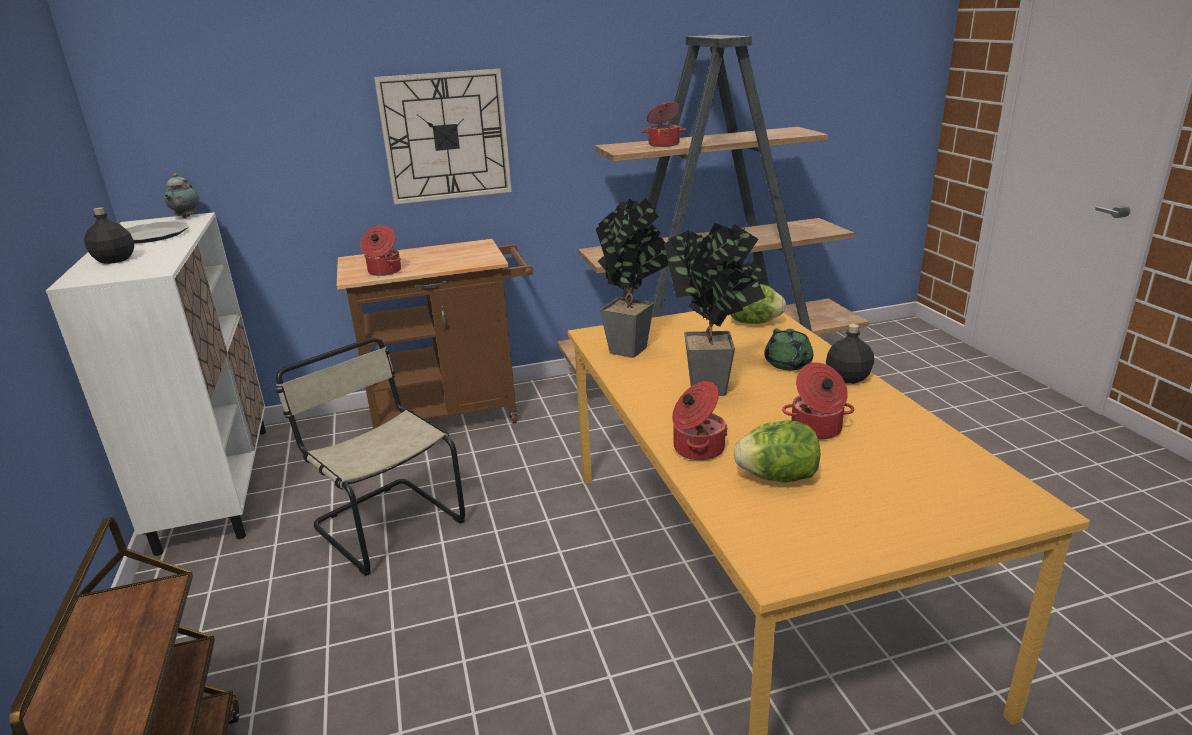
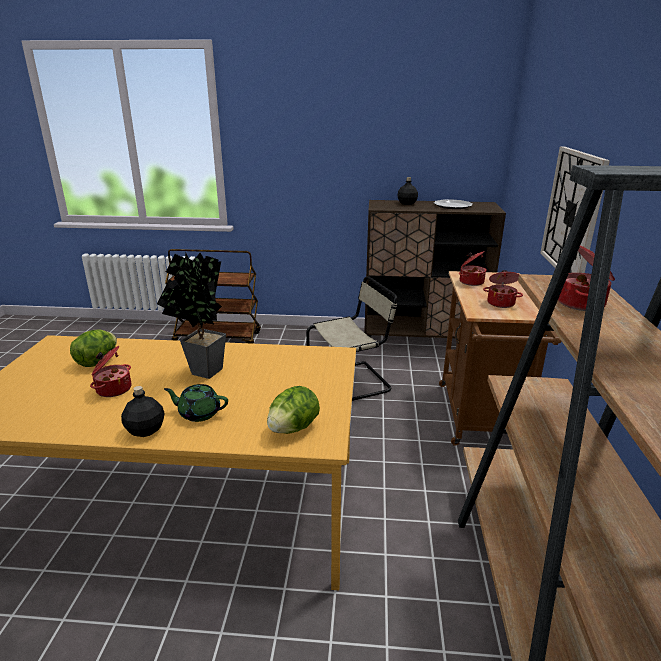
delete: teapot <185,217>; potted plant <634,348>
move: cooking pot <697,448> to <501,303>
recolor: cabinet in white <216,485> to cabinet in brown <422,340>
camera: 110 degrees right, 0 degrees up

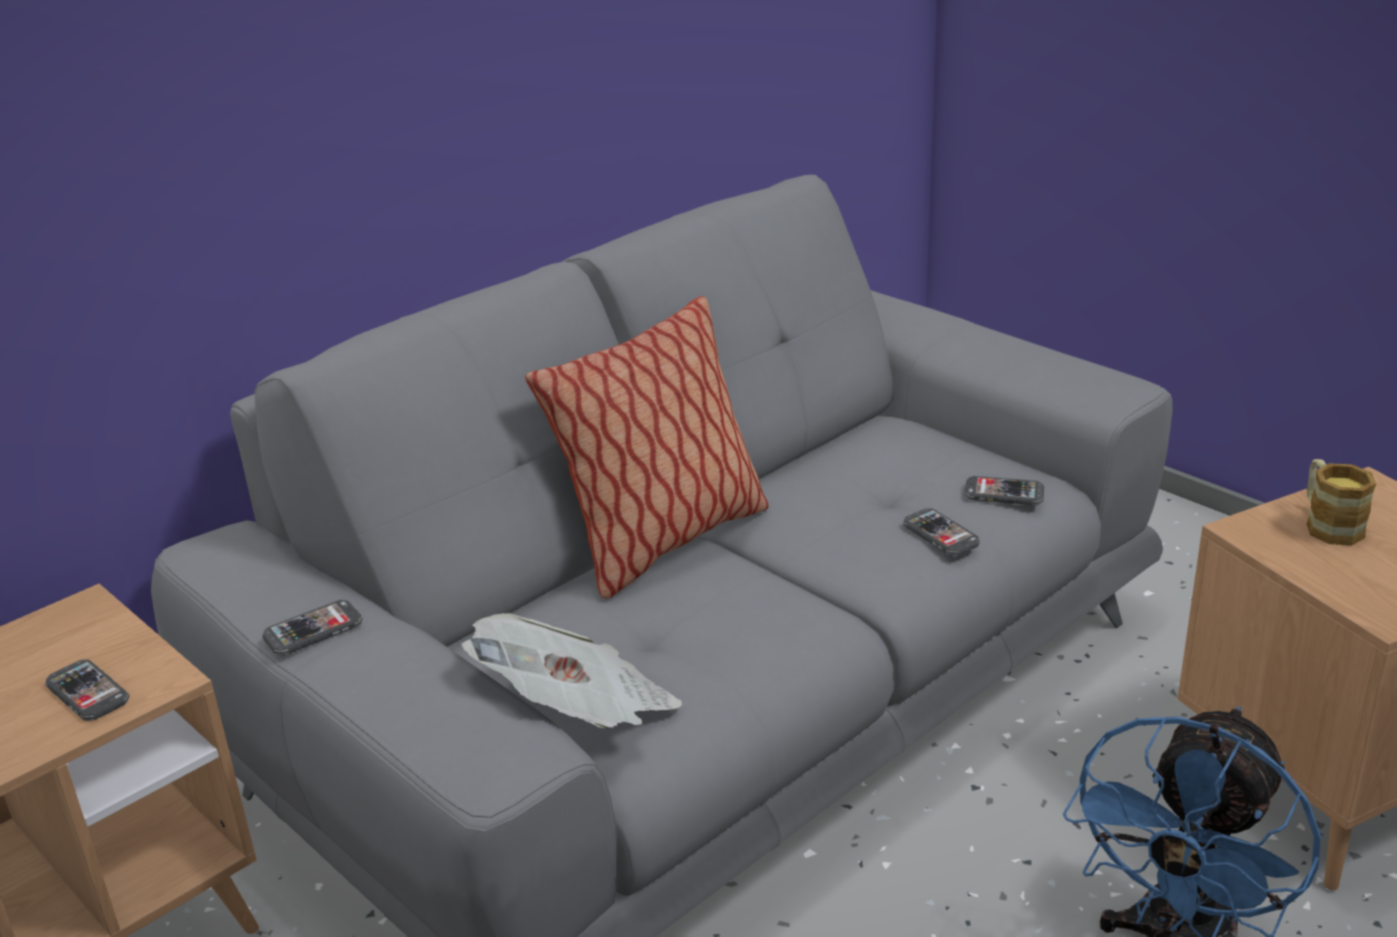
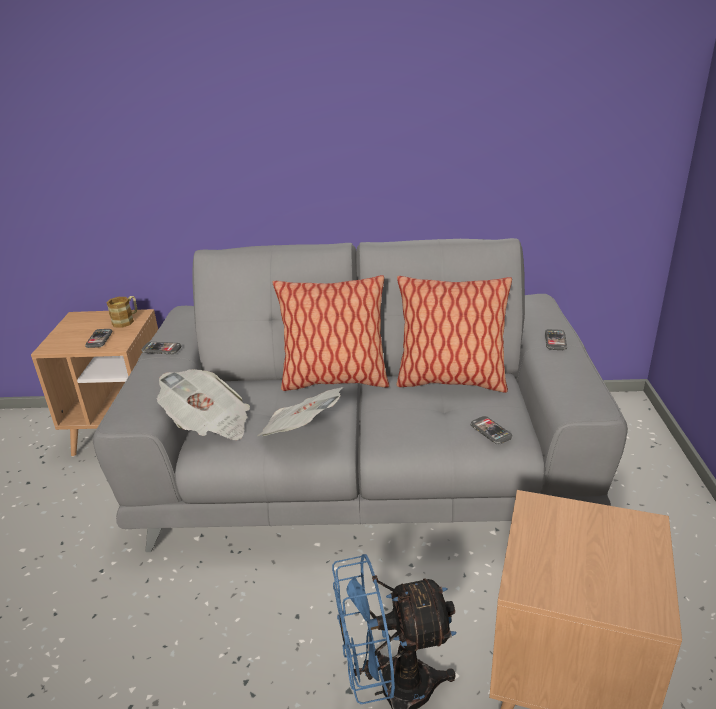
insert: pillow <450,381>; newspaper <301,431>
move: mug <1328,524> to <126,320>; phone <940,534> to <555,341>
camera: 45 degrees right, 0 degrees up

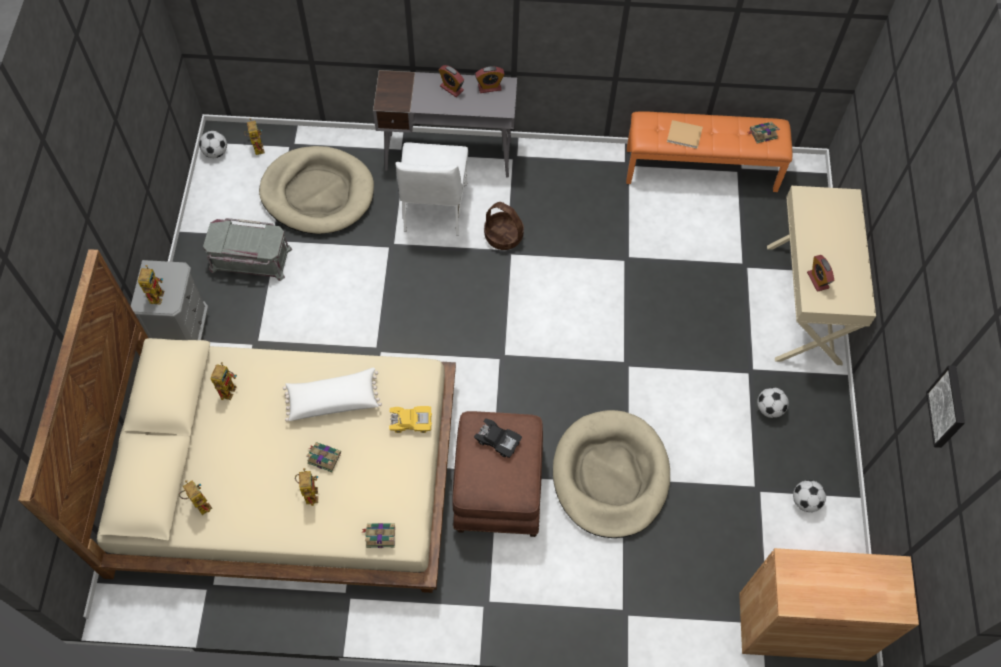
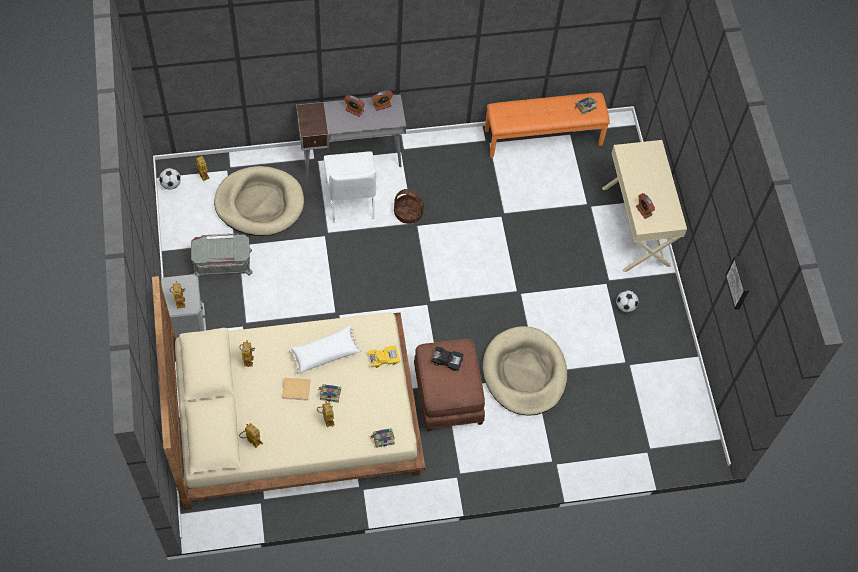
delete: football <805,501>; cabinet in brown <801,626>
move: book in beige <685,135> to <297,389>
camera: 15 degrees left, 0 degrees up

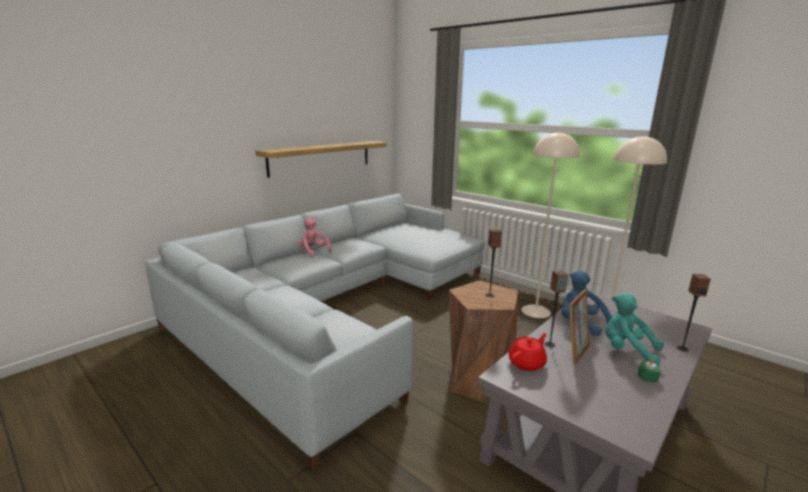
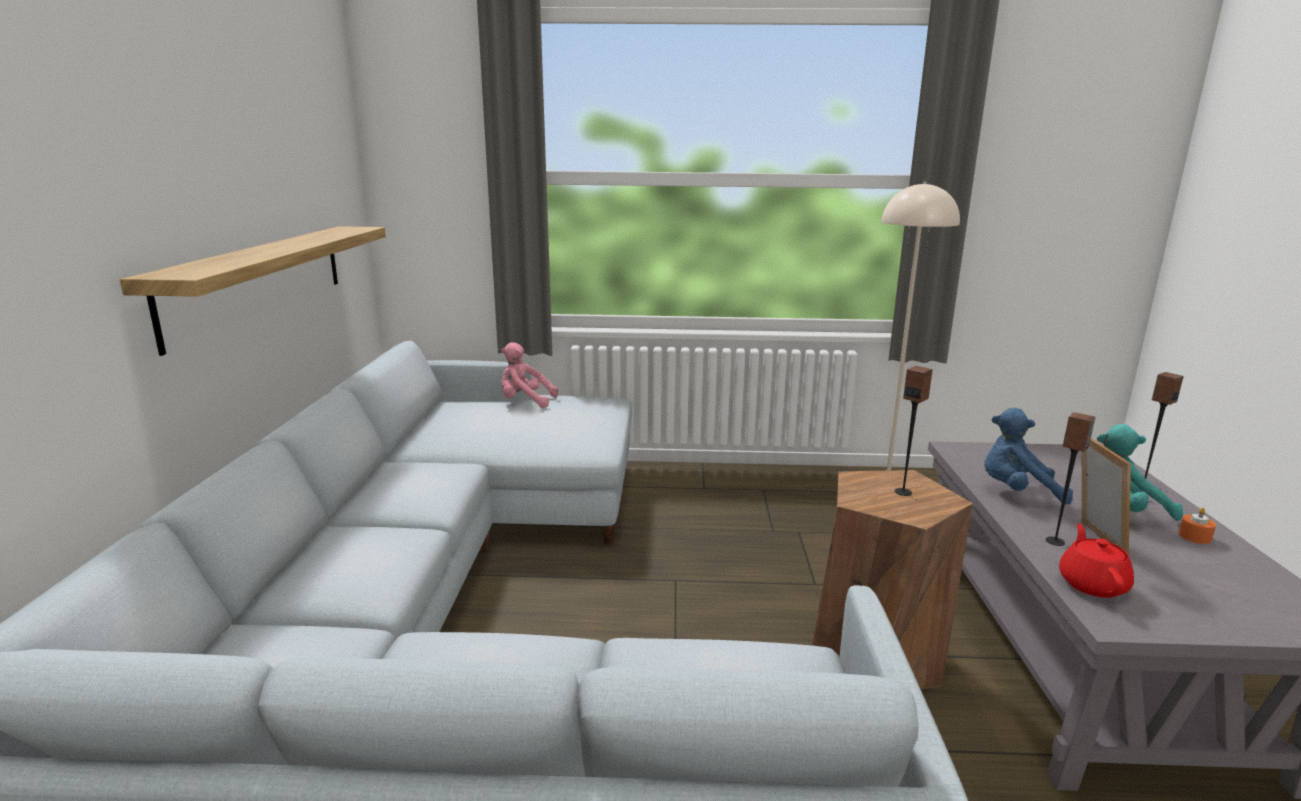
delete: floor lamp in beige <536,311>
move: plush toy in pink <313,251> to <525,402>
recolor: candle in green <647,376> to candle in orange <1194,537>
camera: 40 degrees left, 0 degrees up

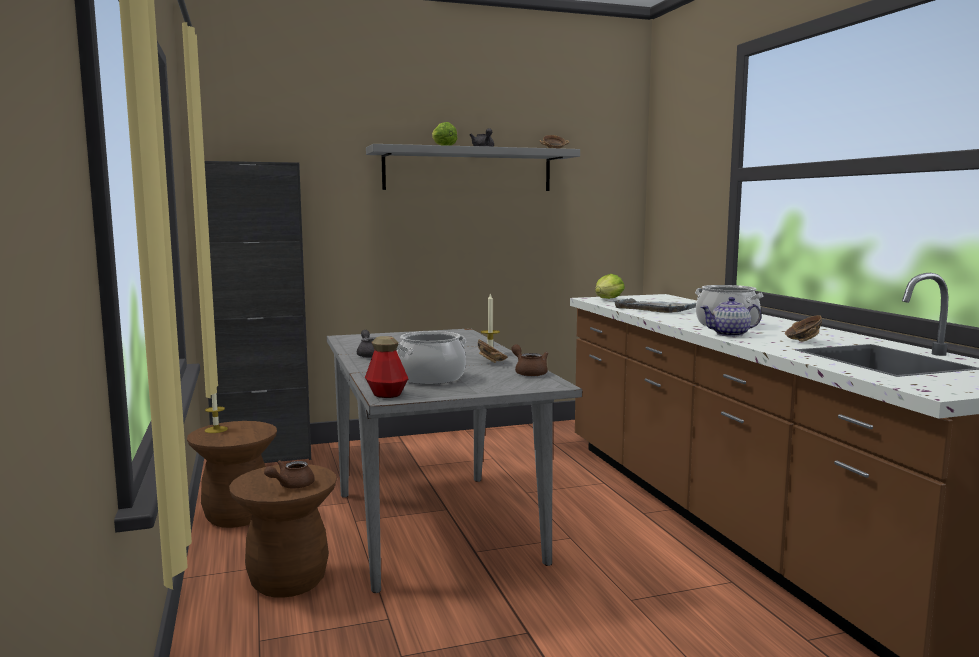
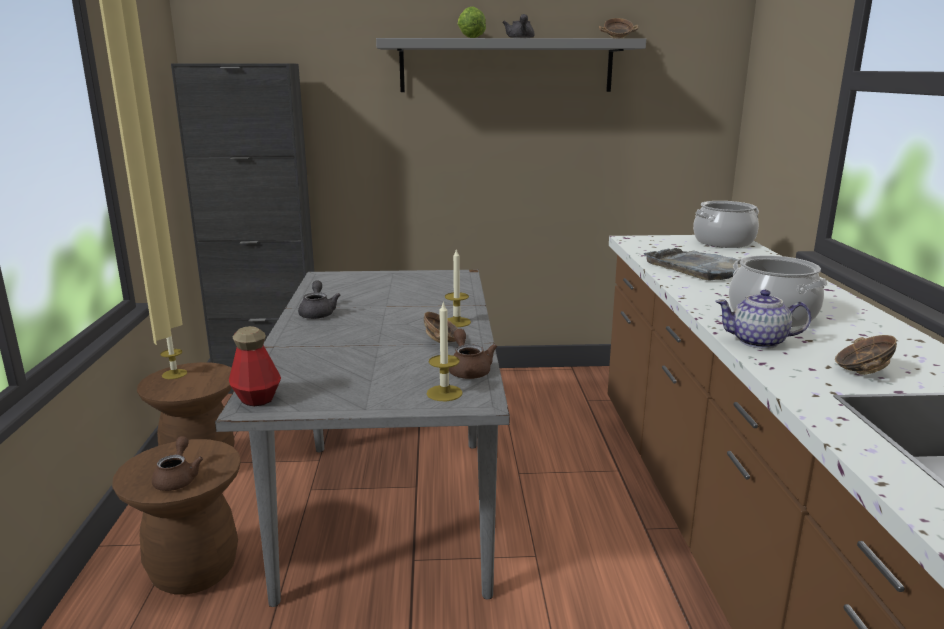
delete: lettuce <608,299>
insert: candle <444,393>
move: cooking pot <431,378> to <723,242>
rotate: teapot in brown <291,486> = <178,478> 120 degrees clockwise
camera: 15 degrees right, 10 degrees up

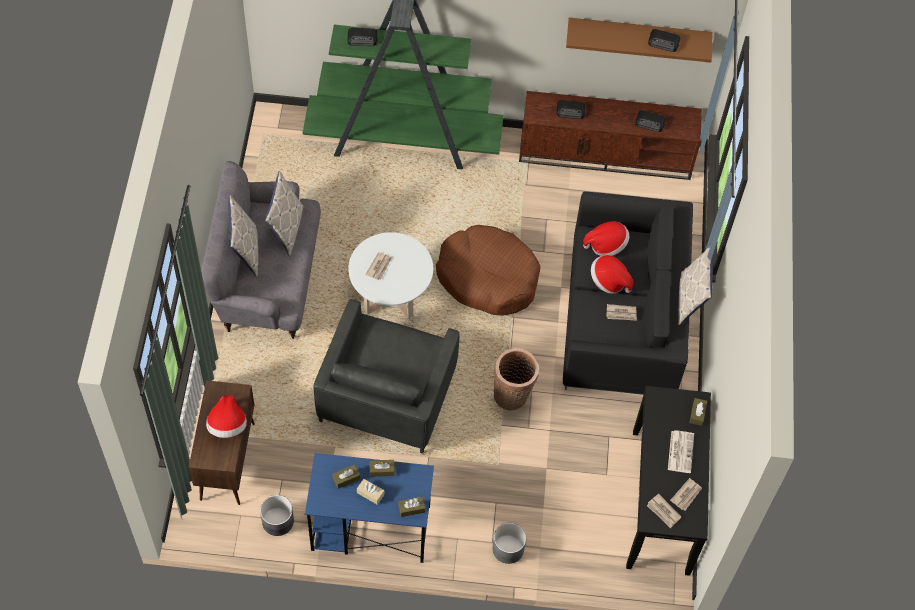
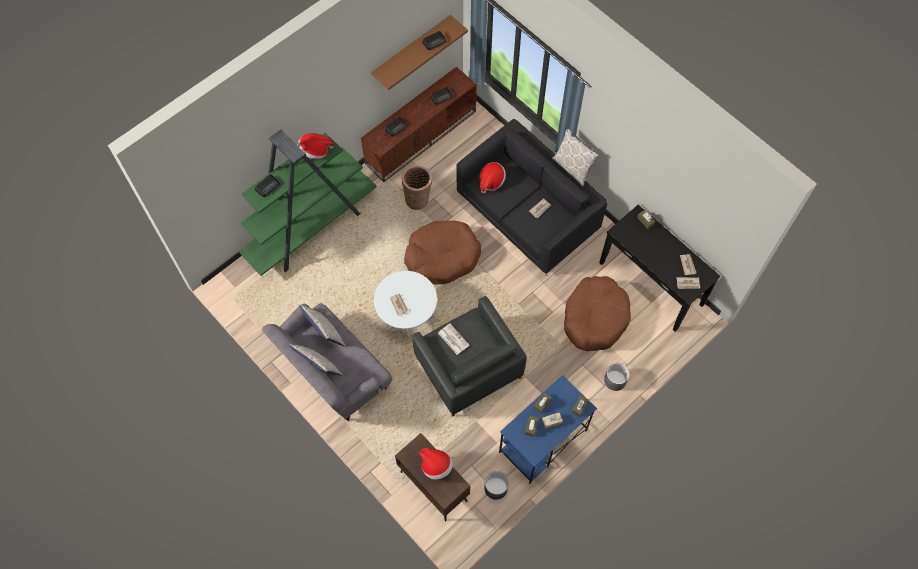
insert: dog bed in brown <595,317>
move: hat <609,281> to <315,151>; basket <513,395> to <418,199>; newspaper <680,451> to <453,339>
camera: 45 degrees left, 5 degrees up

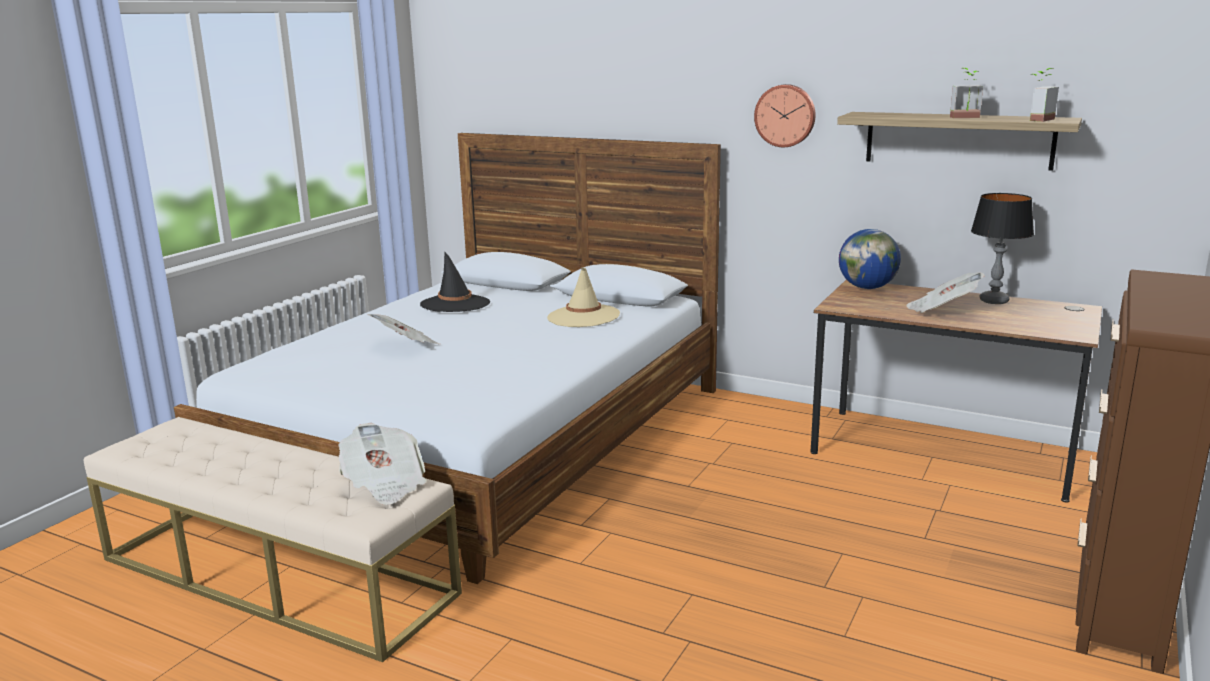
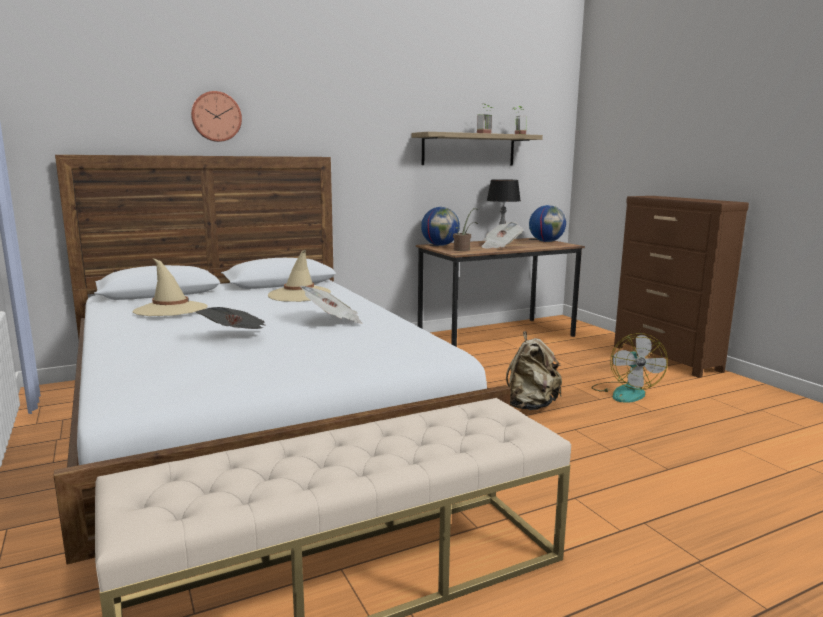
insert: globe <546,241>; potted plant <463,249>; backpack in beige <530,406>; fan <625,392>
move: wall clock <785,115> to <216,116>; newspaper <384,484> to <333,321>
recolor: hat in black <455,304> to hat in beige <171,310>
camera: 55 degrees left, 5 degrees down

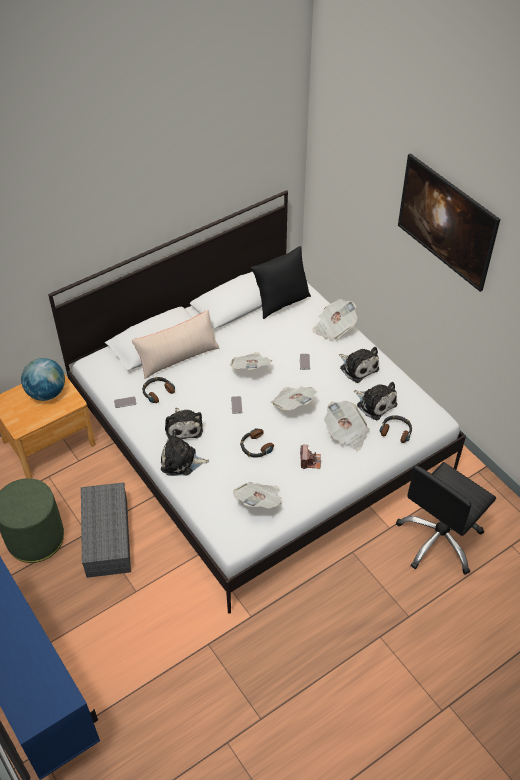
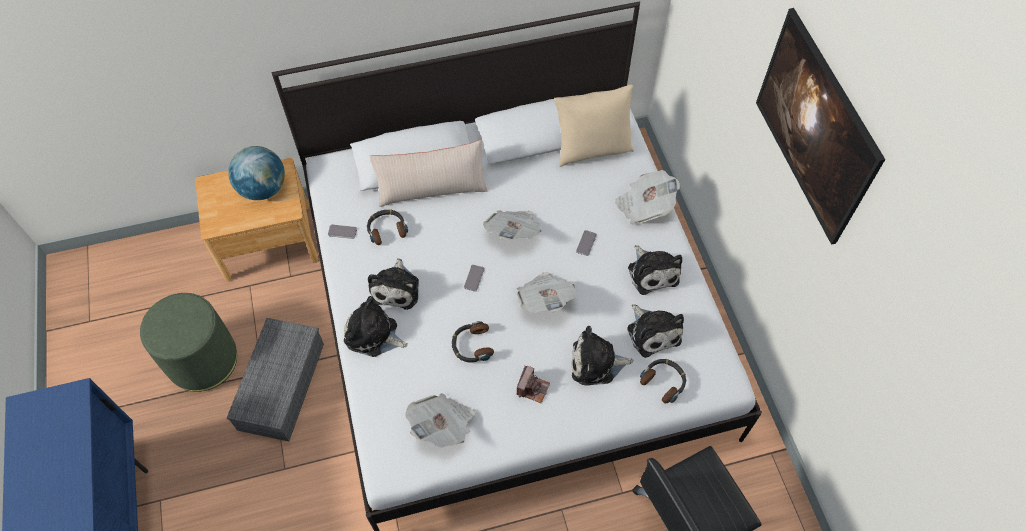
replace: newspaper <346,433> to plush toy <596,363>
recolor: pillow in black <281,302> to pillow in beige <592,149>
camera: 20 degrees right, 10 degrees up

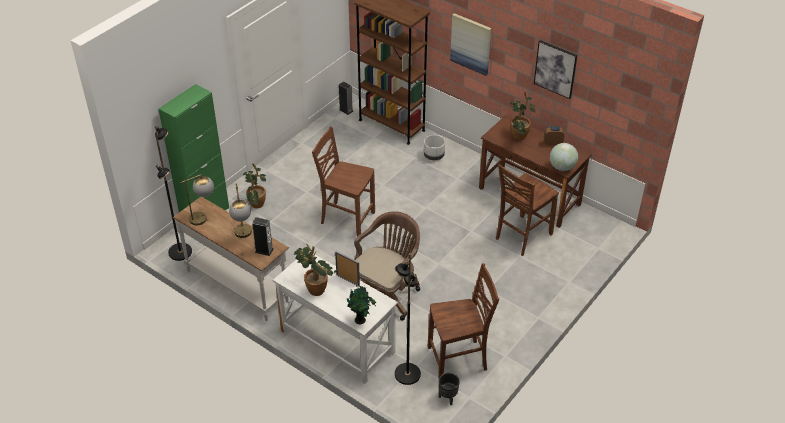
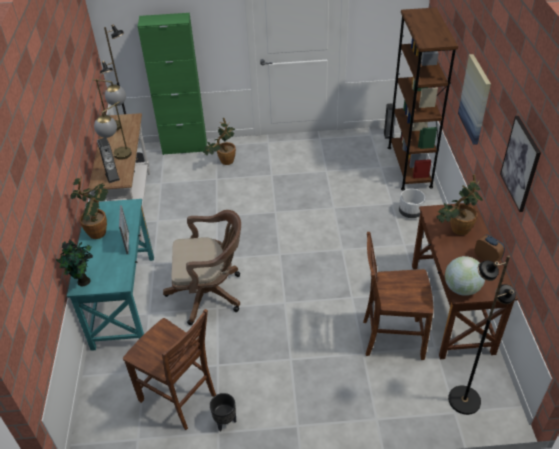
delete: chair in brown <346,218>
move: floor lamp in black <406,374> to <463,400>; planter in black <447,398> to <225,422>
recolor: desk in white <337,342> to desk in turquoise <124,301>
camera: 50 degrees right, 0 degrees up

